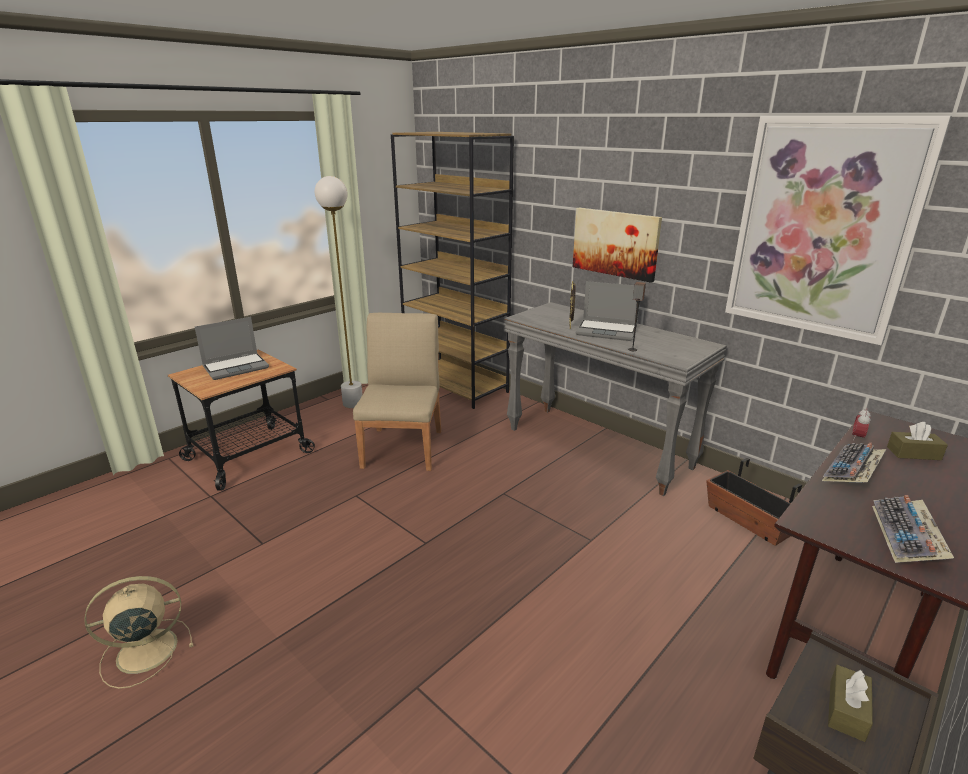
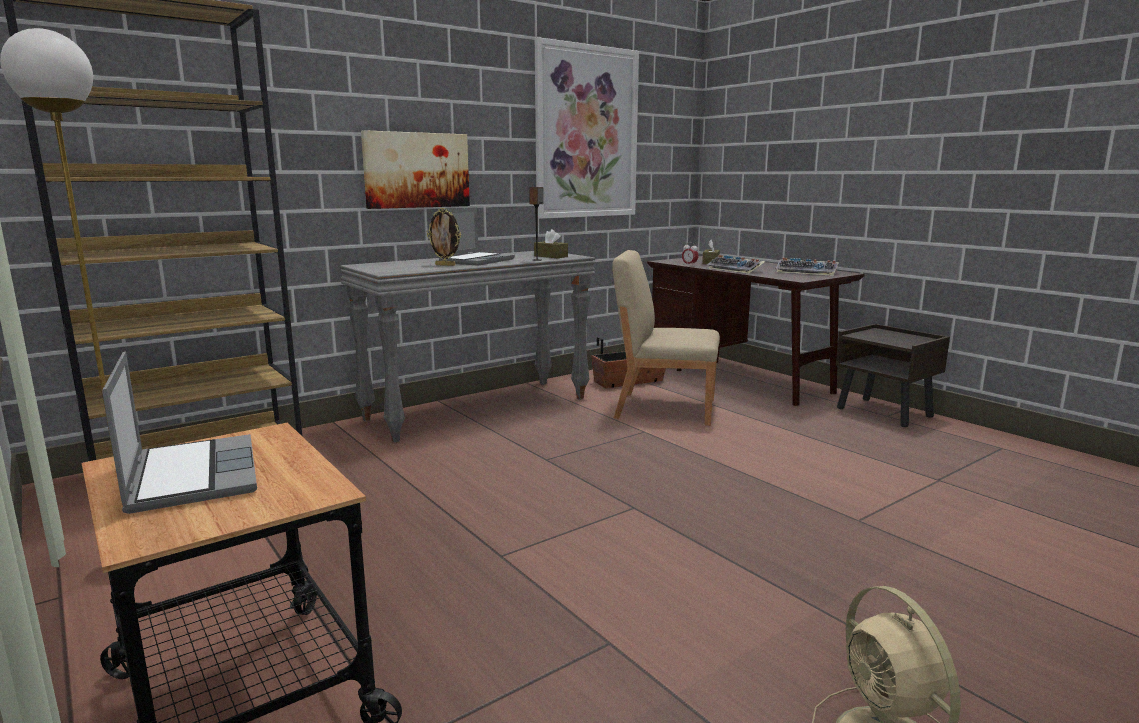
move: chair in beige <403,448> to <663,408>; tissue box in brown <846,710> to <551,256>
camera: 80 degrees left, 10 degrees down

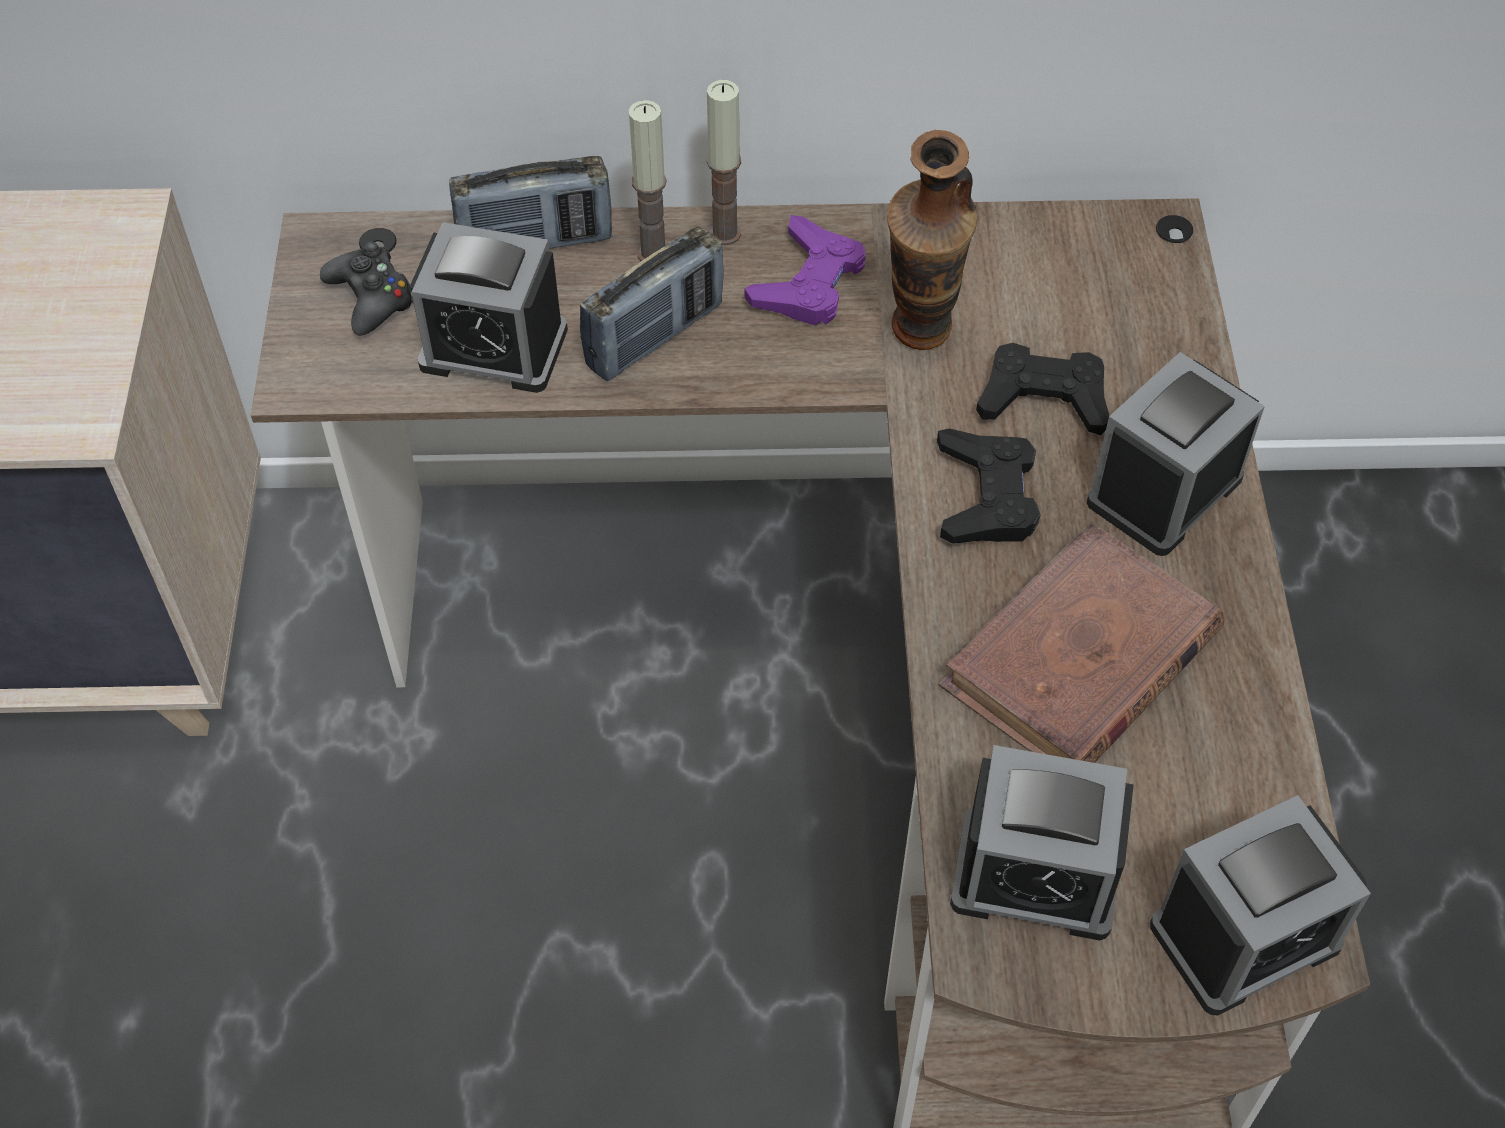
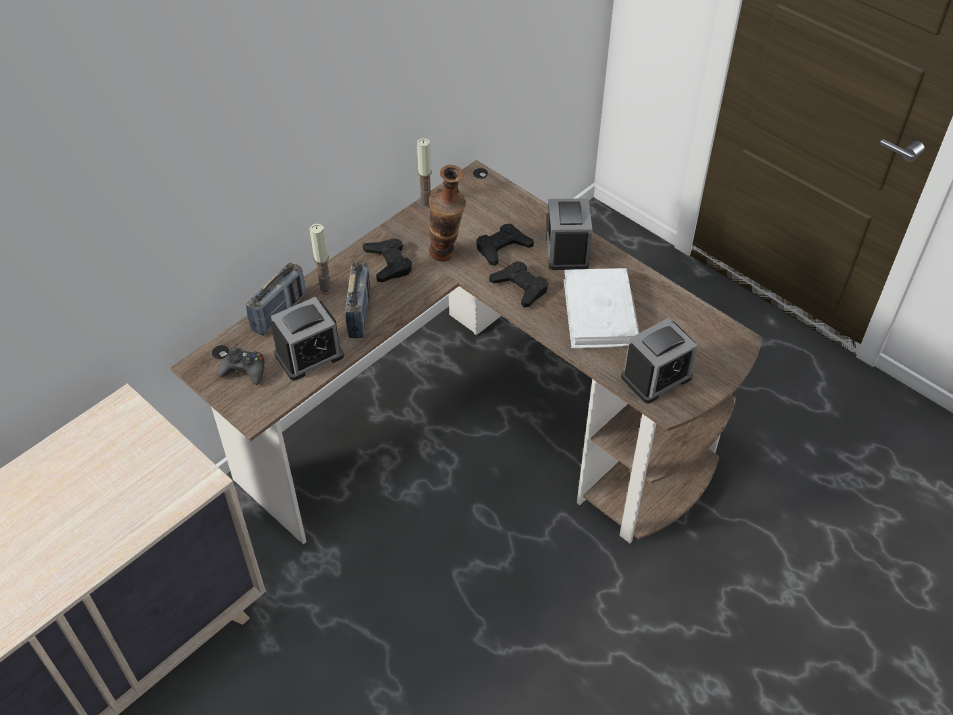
delete: alarm clock <1245,936>
move: candle <725,233> to <426,203>
recolor: game controller in purple <808,282> to game controller in black <388,263>; book in brown <1080,660> to book in white <600,313>
camera: 45 degrees left, 5 degrees down

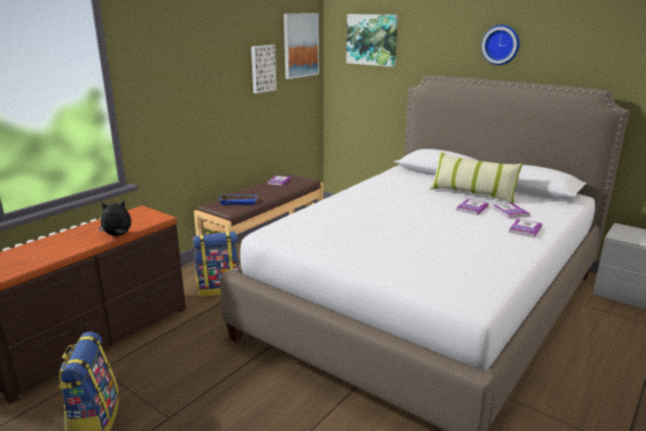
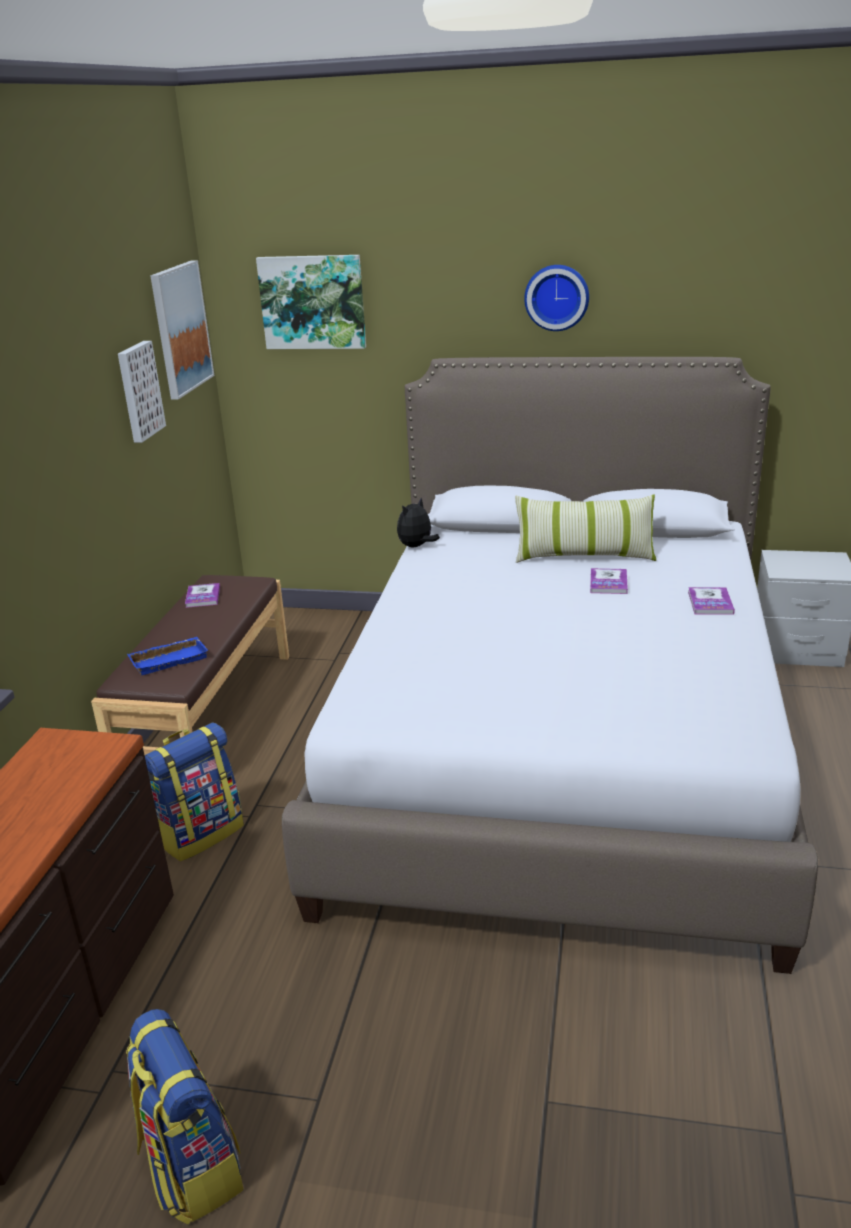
delete: book <510,211>
move: plush toy <118,235> to <416,546>
camera: 25 degrees left, 5 degrees up

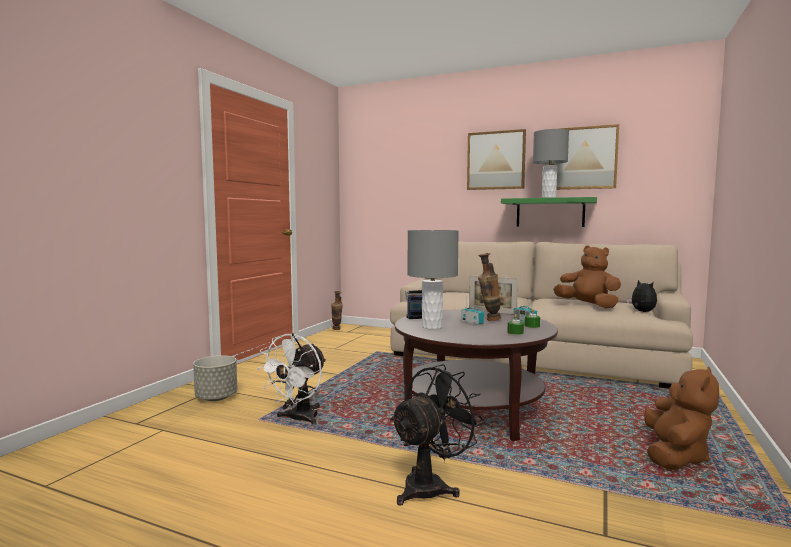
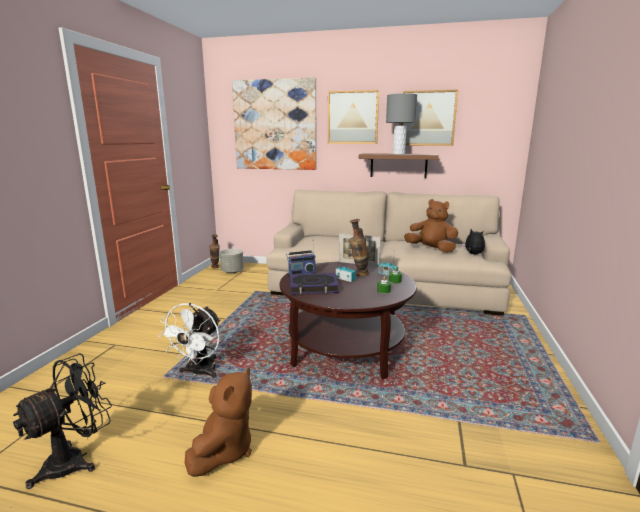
insert: picture <275,125>
move: planter in grey <216,398> to <232,272>; fan in black <431,486> to <75,460>; plush toy in brown <675,456> to <224,451>
replace: table lamp in grey <432,327> to book <313,287>
recolor: shelf in green <550,213> to shelf in brown <398,165>
camera: 10 degrees left, 10 degrees up

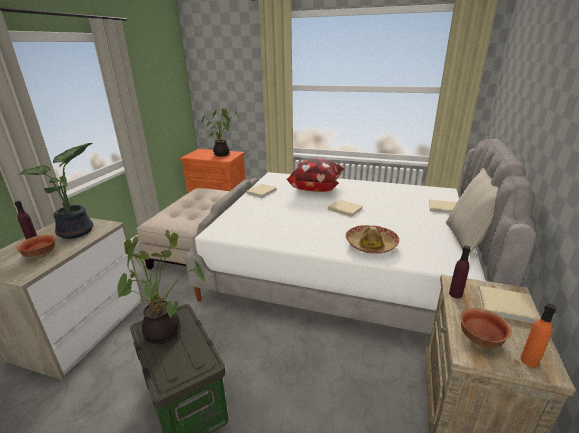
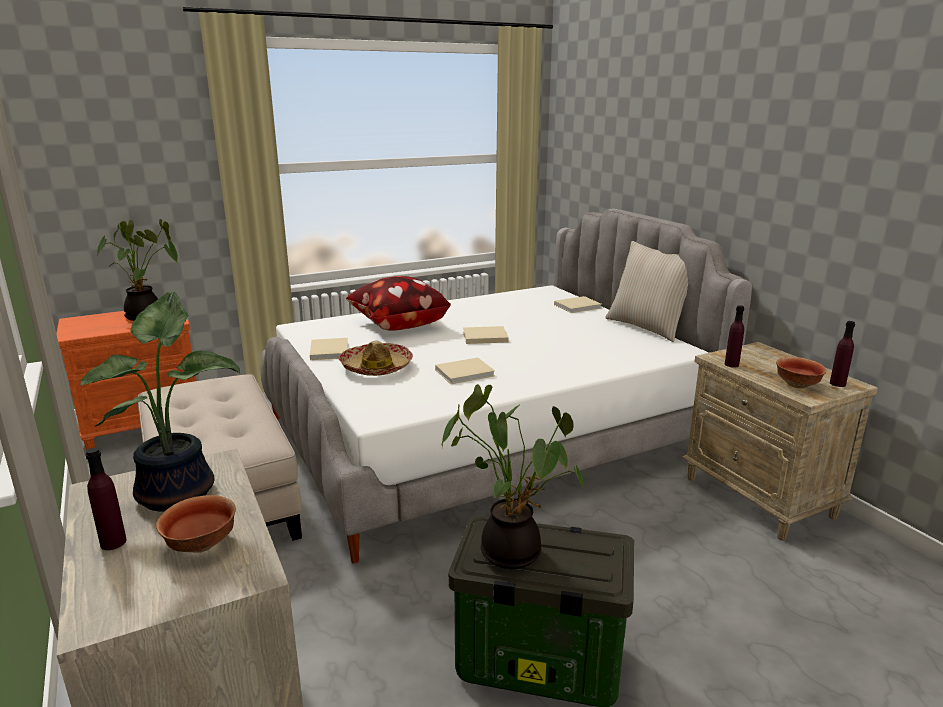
move: hat <371,245> to <376,367>; book in beige <508,306> to <466,372>
recolor: bottle in orange <529,361> to bottle in purple <837,384>
camera: 45 degrees left, 5 degrees down

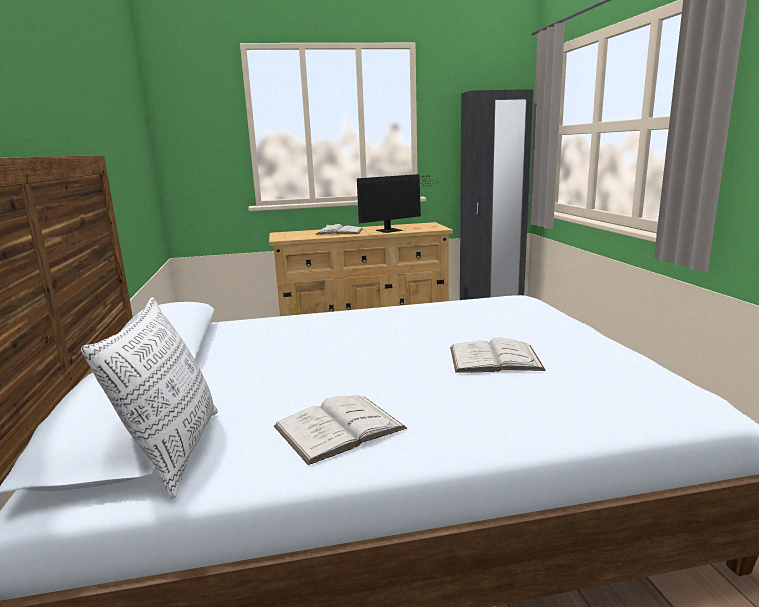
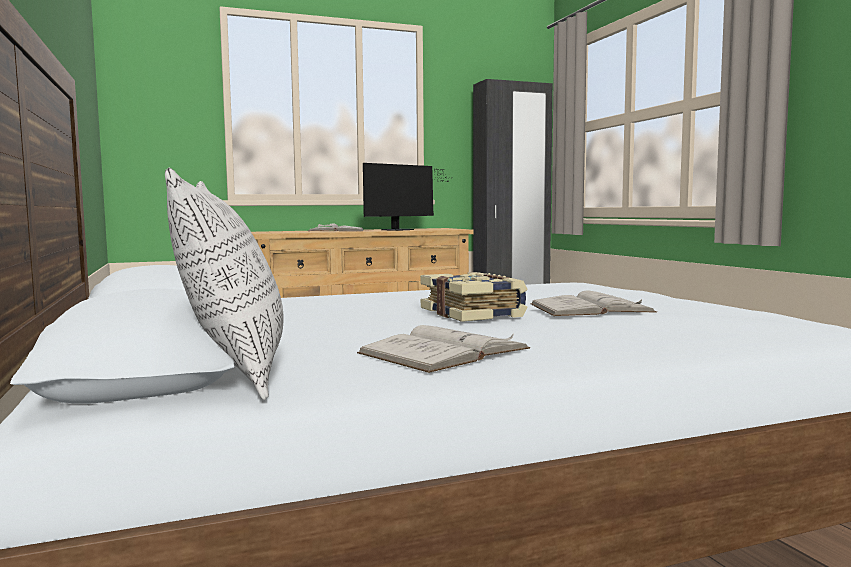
insert: book <473,314>
camera: 10 degrees left, 10 degrees down

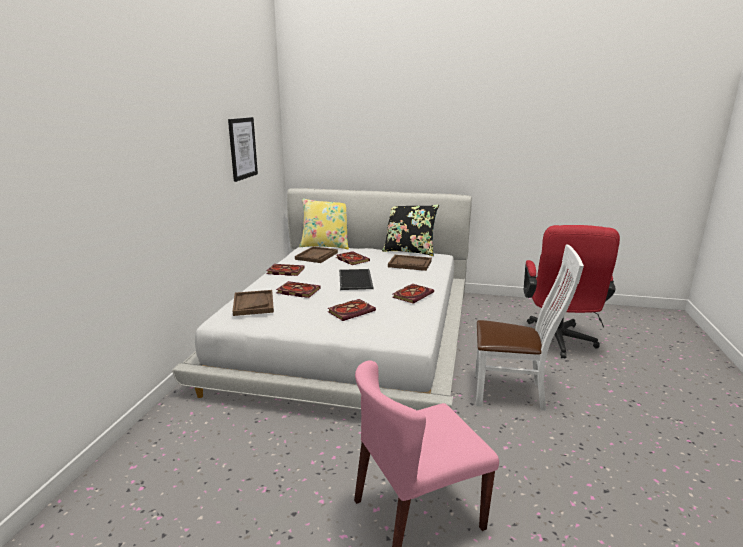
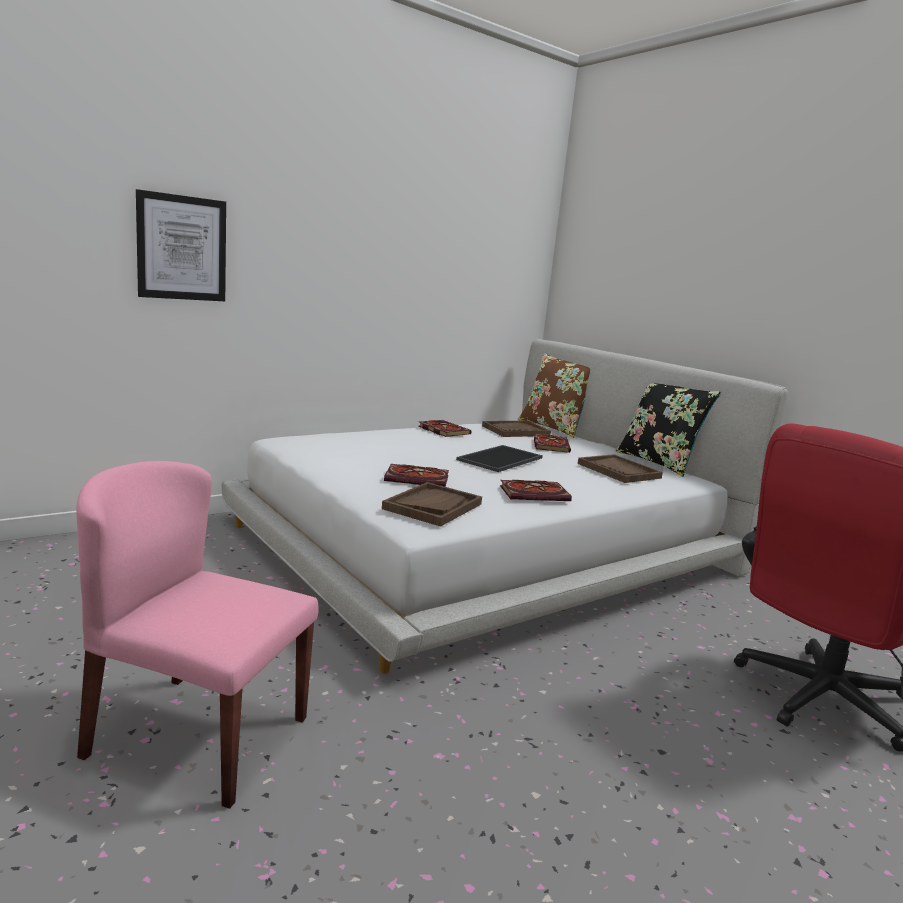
delete: chair in white <513,393>; book <297,291>
move: picture <242,148> to <182,248>; tray in brown <253,304> to <433,506>
recolor: pillow in yellow <326,246> to pillow in brown <553,427>
camera: 40 degrees right, 5 degrees down

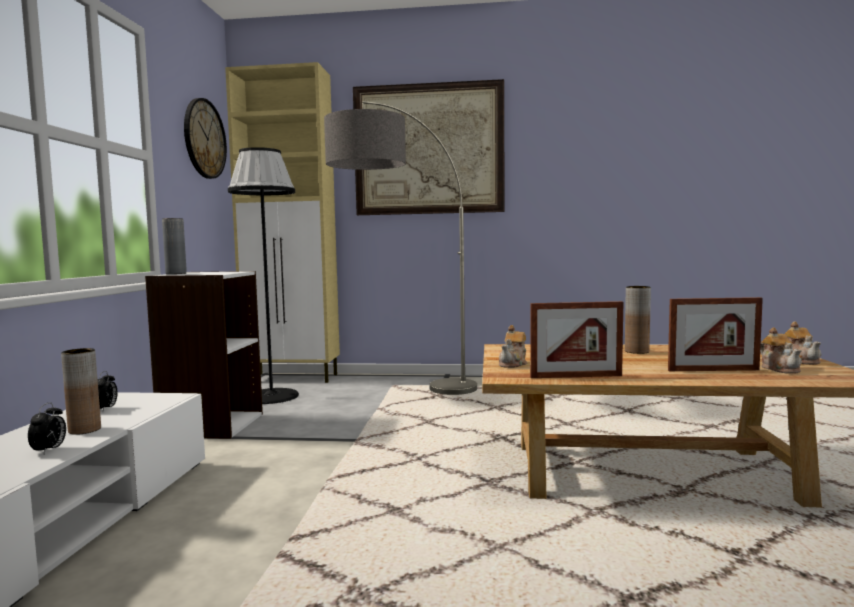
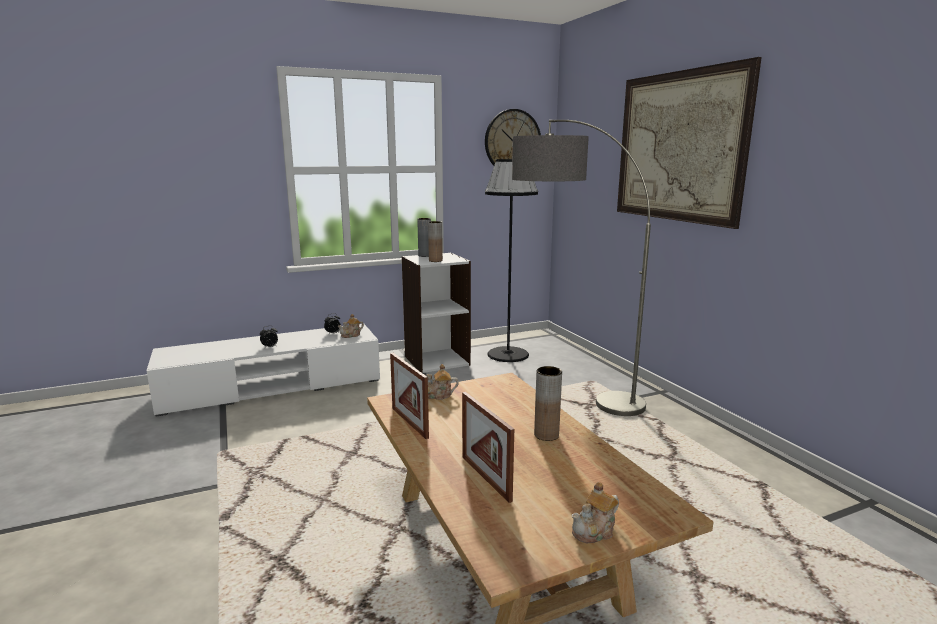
delete: cabinet in beige <293,378>
move: teapot <780,369> to <351,335>; vase in brown <84,430> to <435,261>
camera: 60 degrees right, 10 degrees up

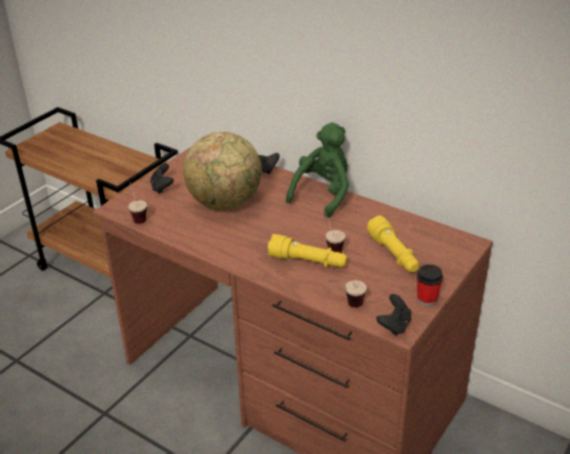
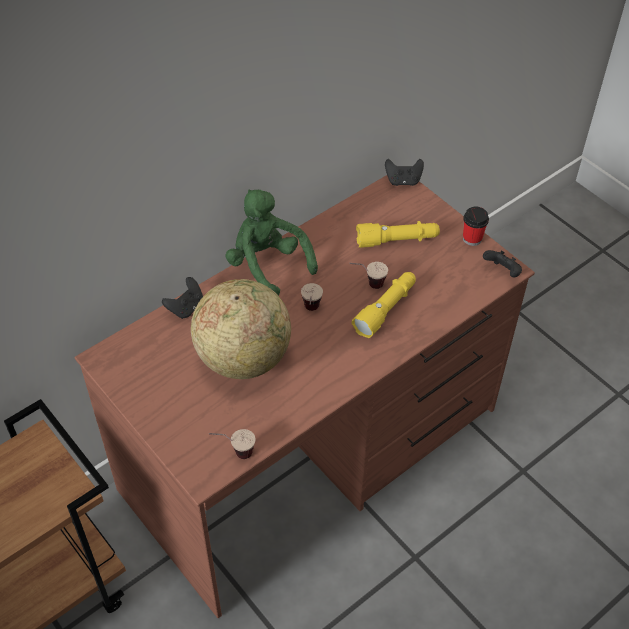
move: game controller in black <162,187> to <403,181>; cup <346,304> to <311,312>
camera: 75 degrees left, 15 degrees up

